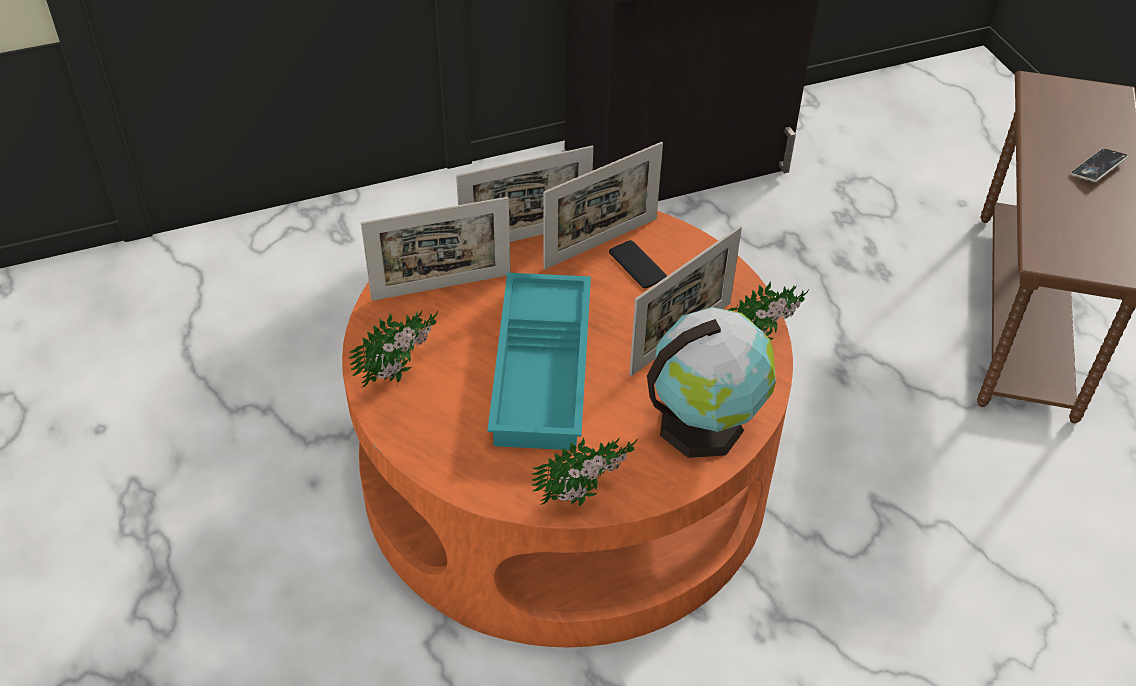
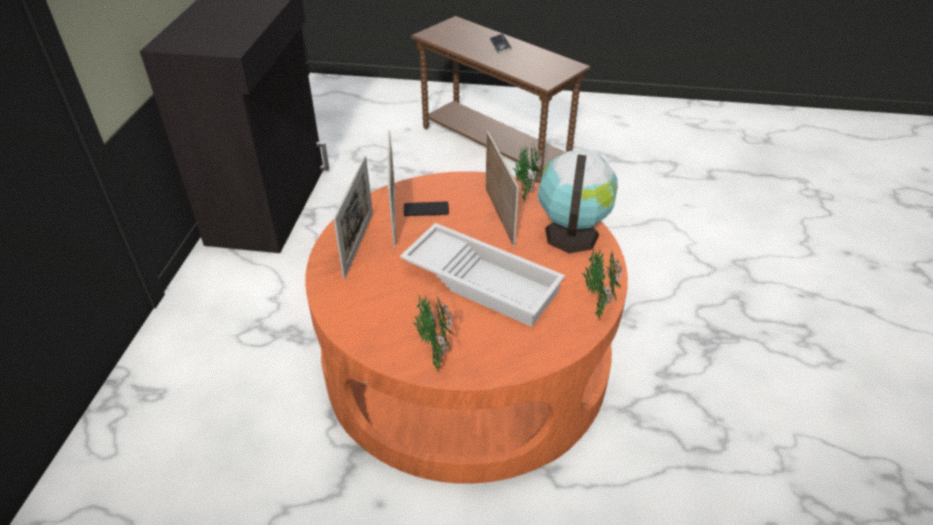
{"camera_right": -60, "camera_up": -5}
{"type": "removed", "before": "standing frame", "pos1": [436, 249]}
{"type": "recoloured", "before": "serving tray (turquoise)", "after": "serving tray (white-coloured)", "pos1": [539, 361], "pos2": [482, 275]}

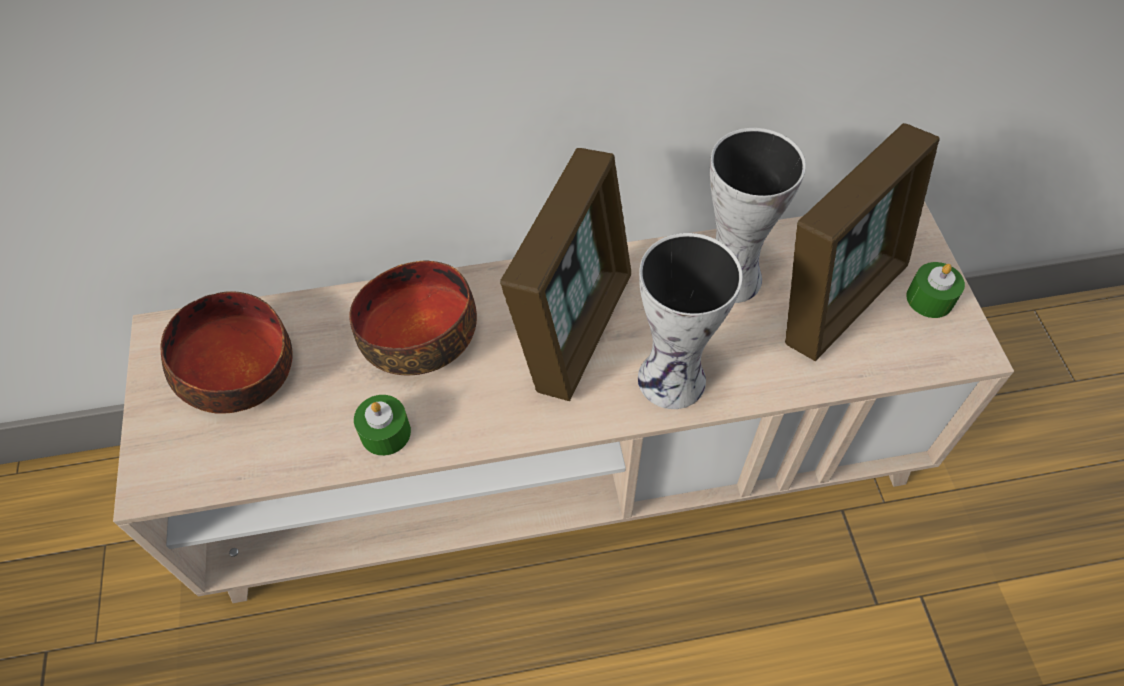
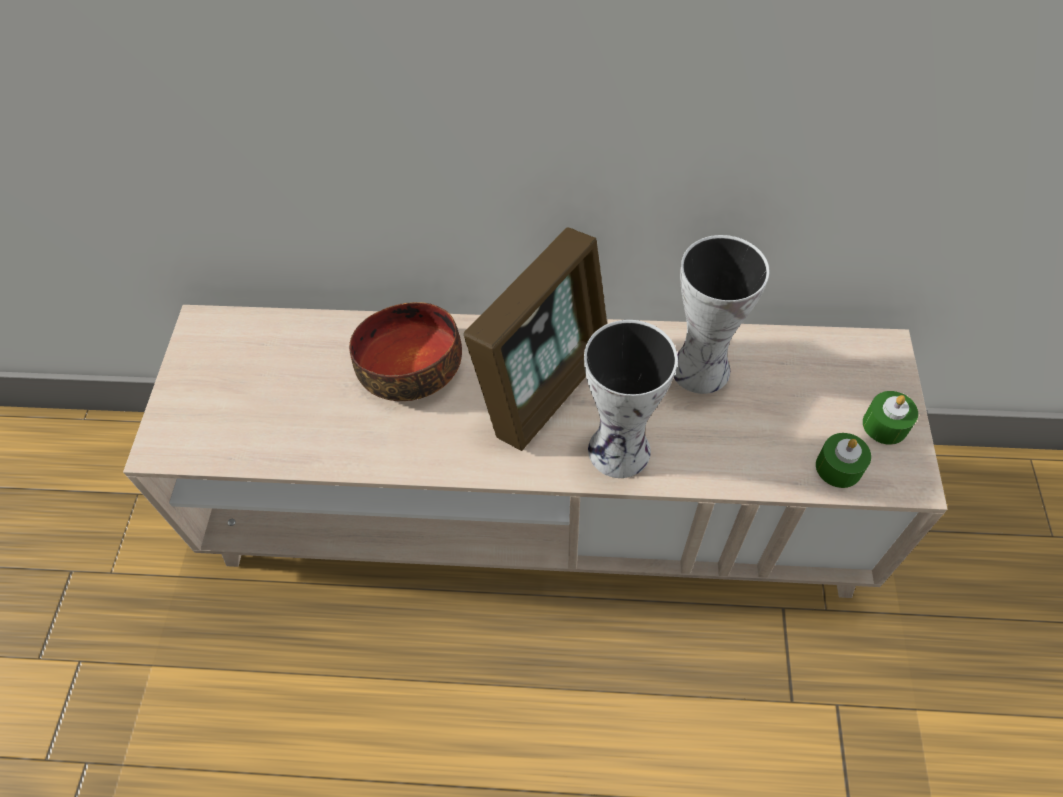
{"camera_right": 15, "camera_up": 0}
{"type": "removed", "before": "bowl", "pos1": [227, 352]}
{"type": "moved", "before": "wax light (green)", "pos1": [382, 425], "pos2": [843, 460]}
{"type": "removed", "before": "standing frame", "pos1": [862, 242]}

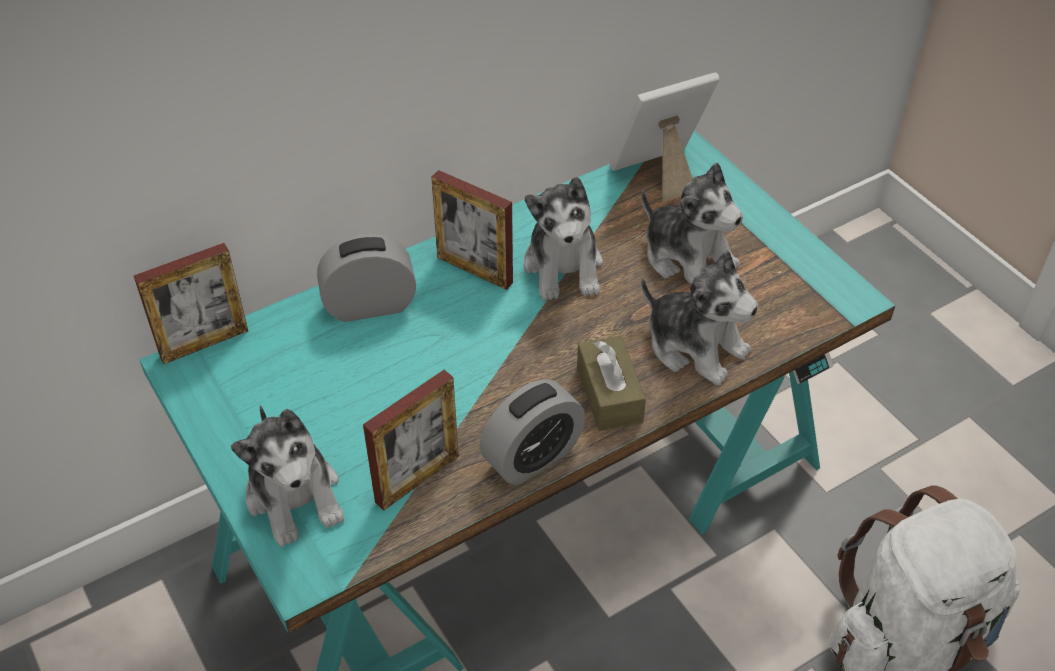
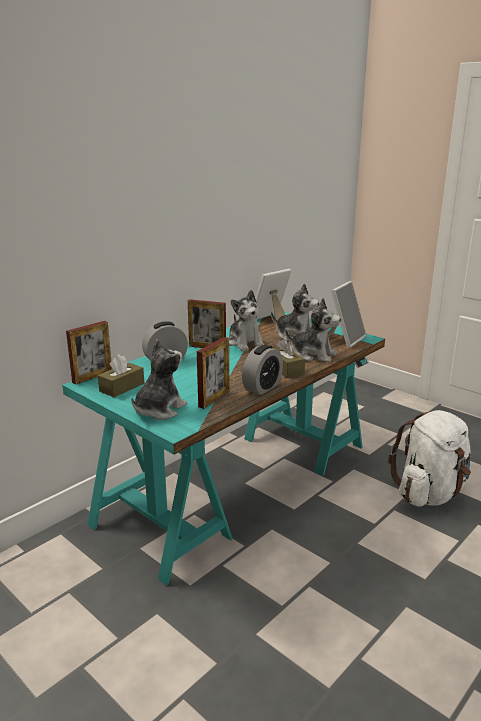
{"camera_right": -15, "camera_up": -25}
{"type": "turned", "before": "plush toy", "pos1": [287, 476], "pos2": [159, 379], "turn": -105}
{"type": "added", "after": "box of tissues (brown)", "pos2": [121, 375]}
{"type": "added", "after": "standing frame", "pos2": [347, 314]}

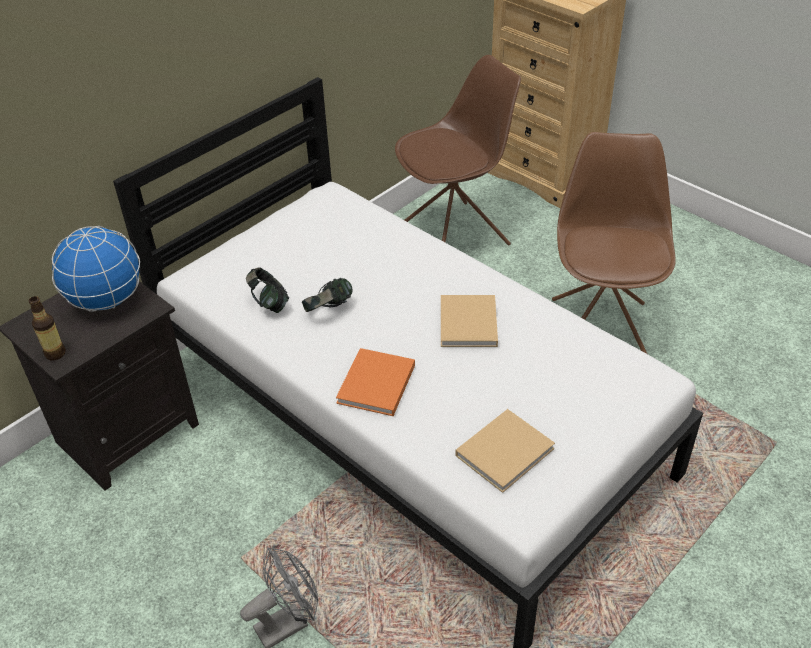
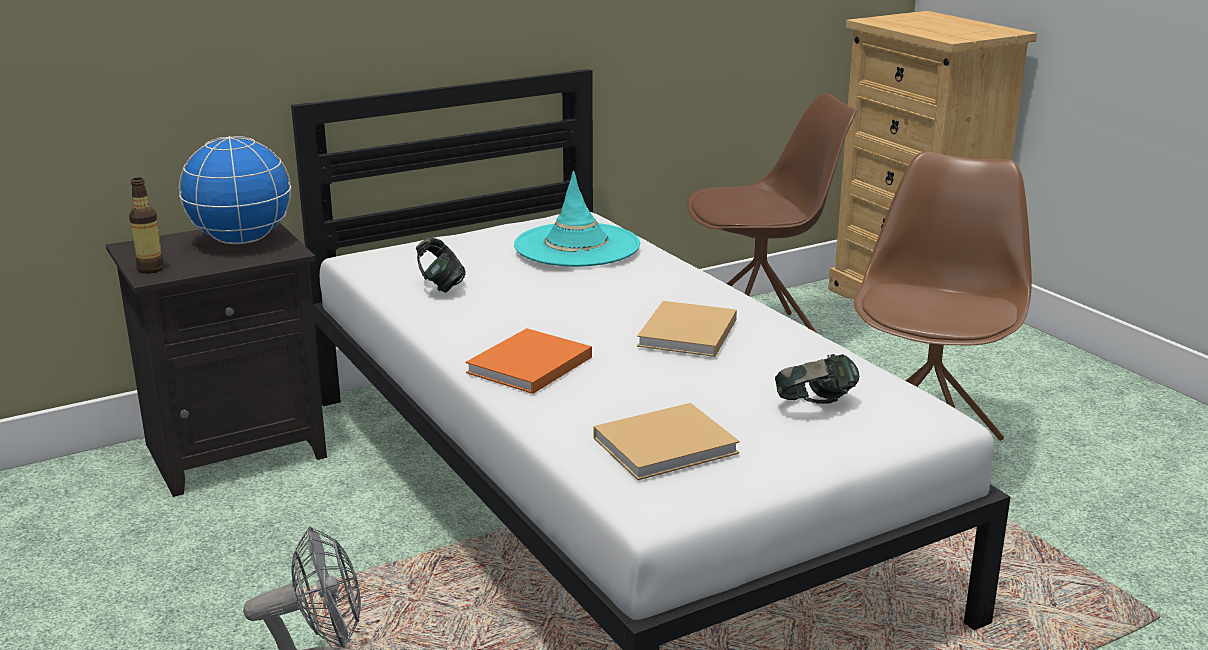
{"camera_right": 15, "camera_up": -20}
{"type": "moved", "before": "headset", "pos1": [327, 295], "pos2": [817, 379]}
{"type": "added", "after": "wearable hat (turquoise)", "pos2": [577, 219]}

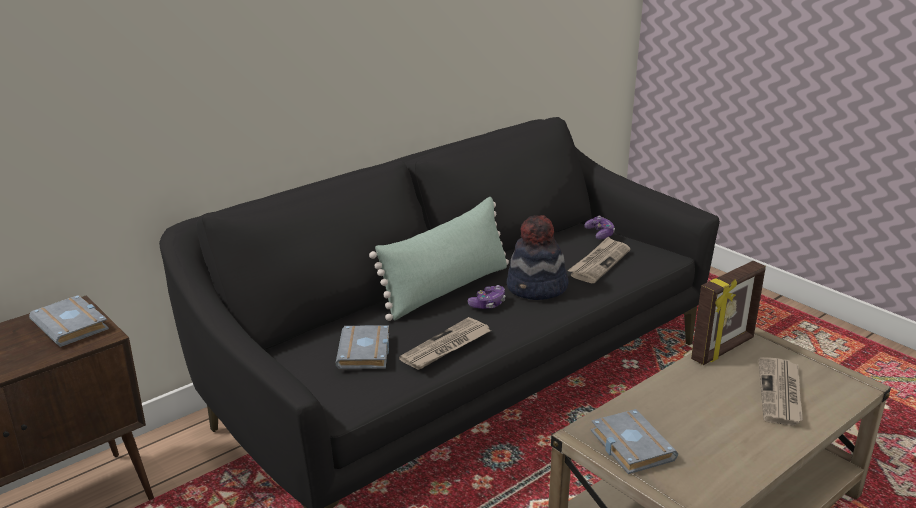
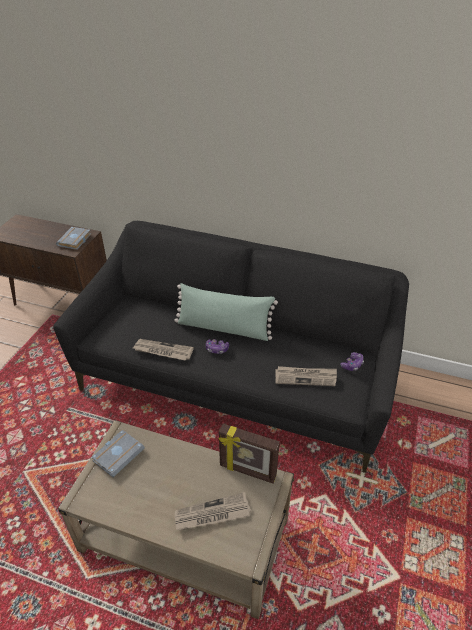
{"camera_right": 60, "camera_up": 15}
{"type": "removed", "before": "bound book (grey)", "pos1": [362, 347]}
{"type": "removed", "before": "wearable hat", "pos1": [537, 257]}

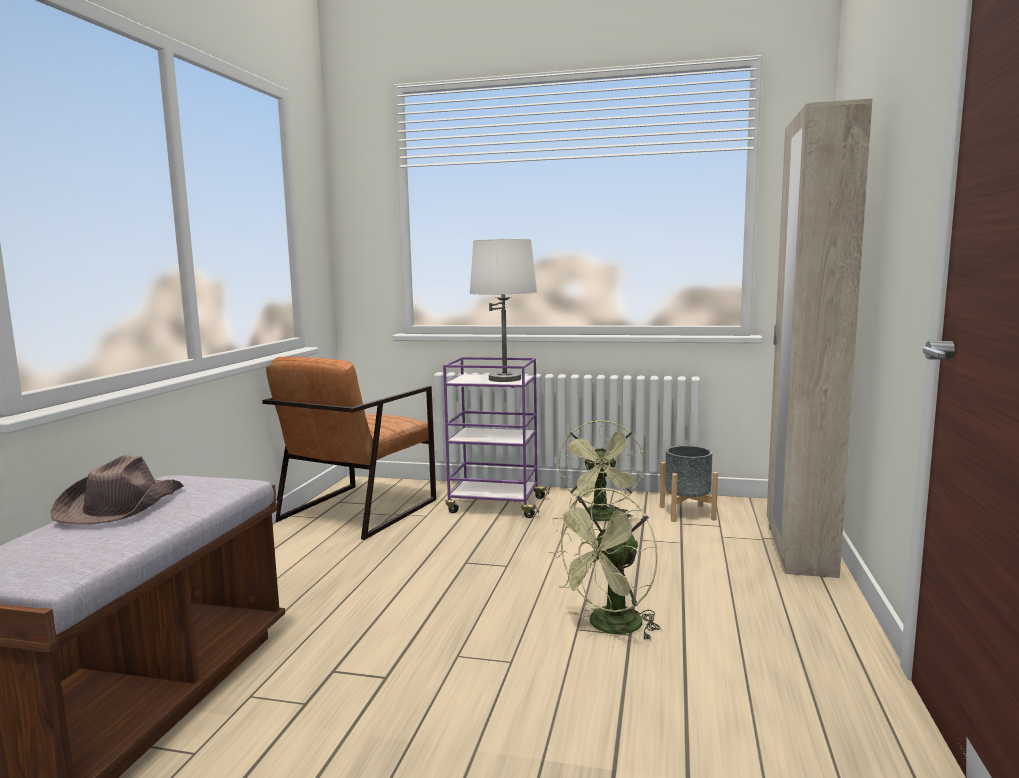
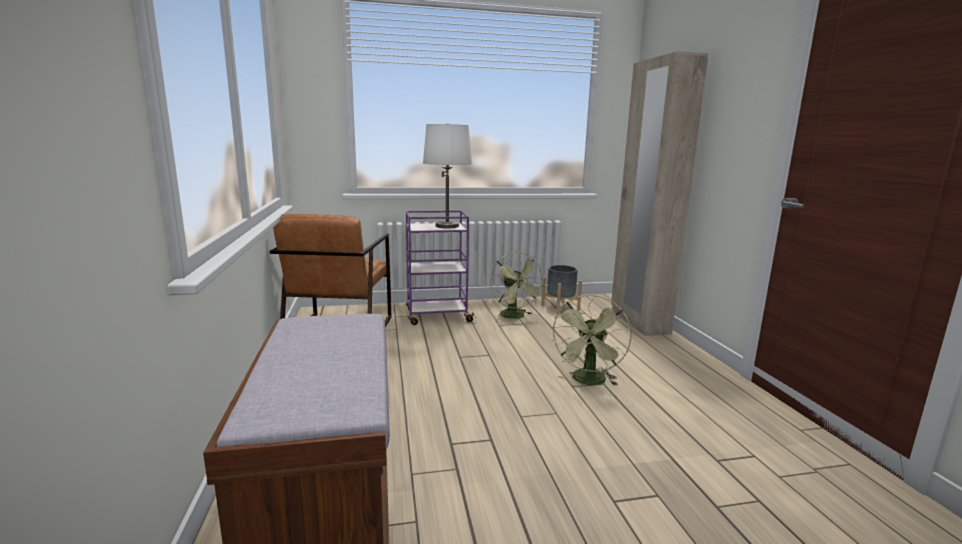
{"camera_right": -25, "camera_up": 5}
{"type": "removed", "before": "wearable hat (brown)", "pos1": [117, 490]}

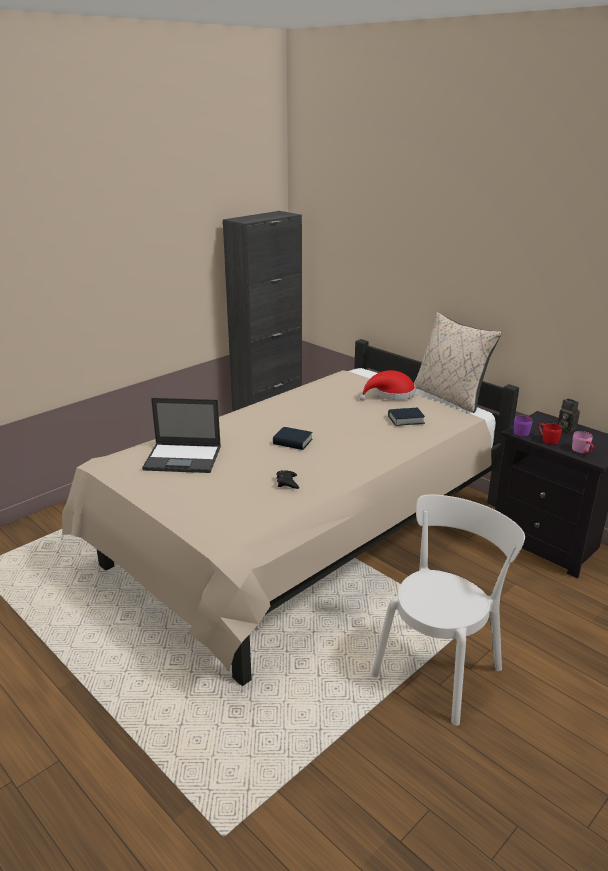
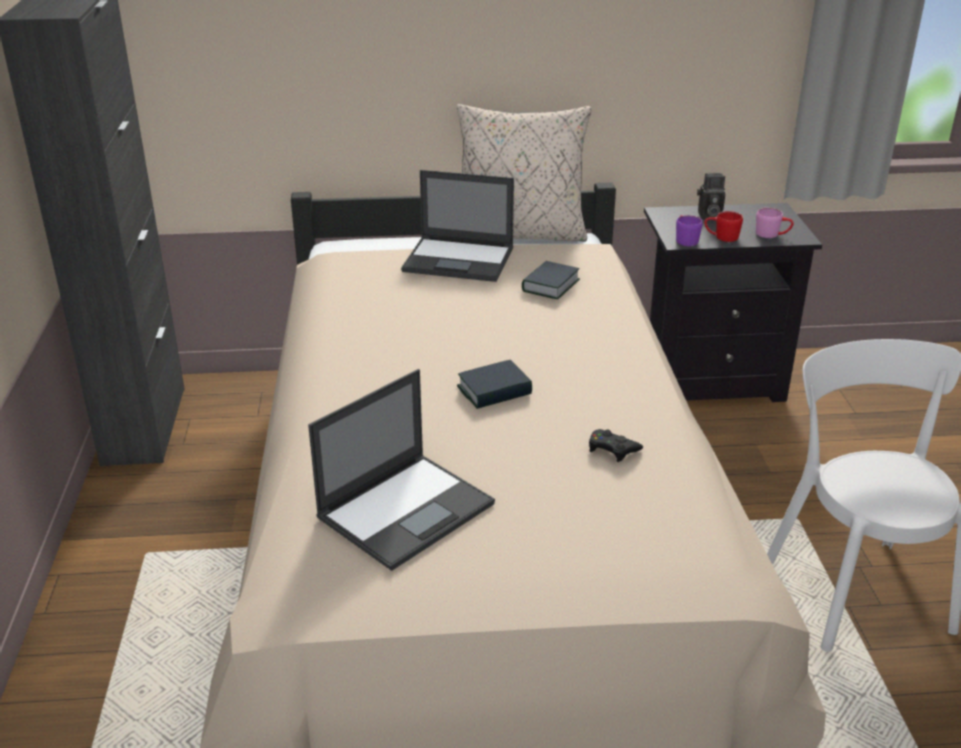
{"camera_right": -50, "camera_up": 5}
{"type": "replaced", "before": "wearable hat (reddish)", "after": "portable computer", "pos1": [387, 385], "pos2": [457, 226]}

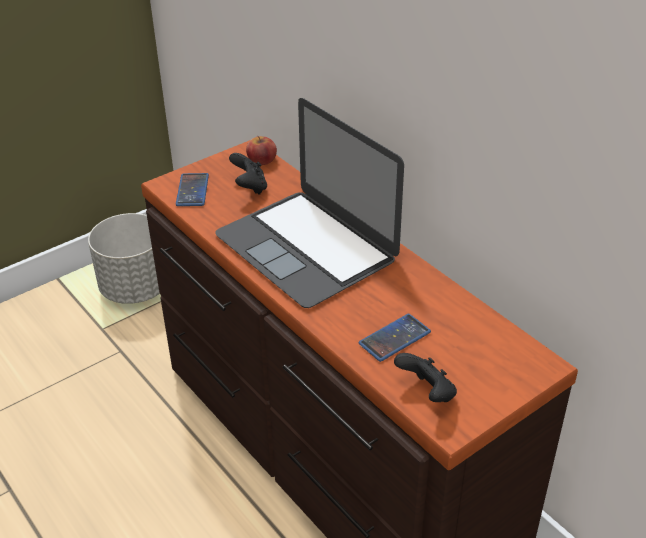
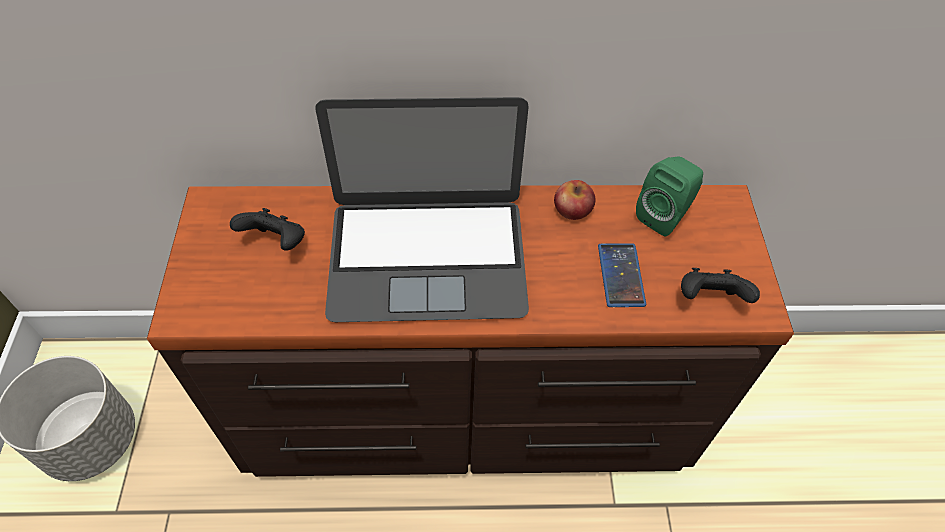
{"camera_right": -55, "camera_up": 15}
{"type": "removed", "before": "phone", "pos1": [192, 189]}
{"type": "moved", "before": "apple fruit", "pos1": [261, 150], "pos2": [575, 200]}
{"type": "added", "after": "loudspeaker (green)", "pos2": [669, 196]}

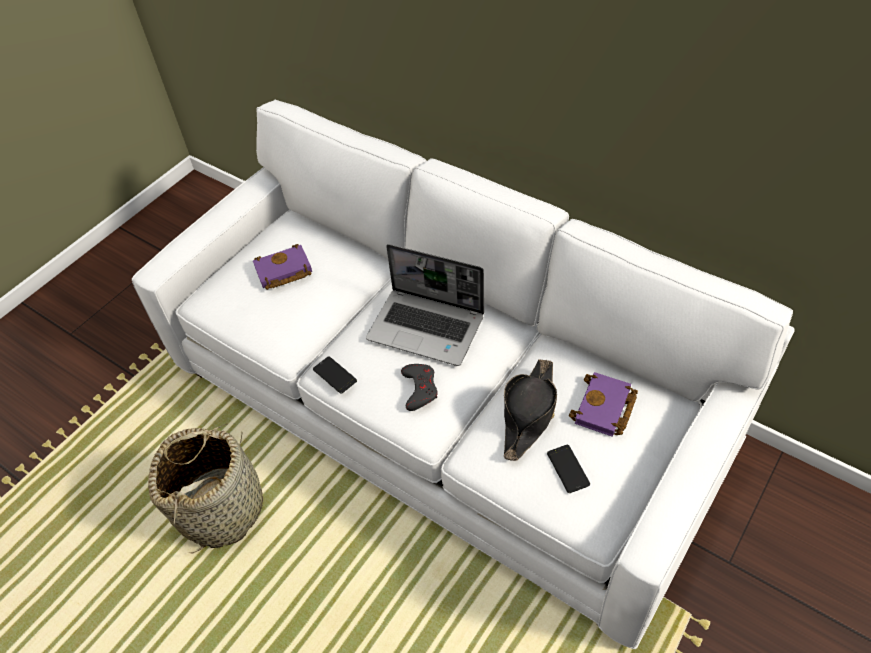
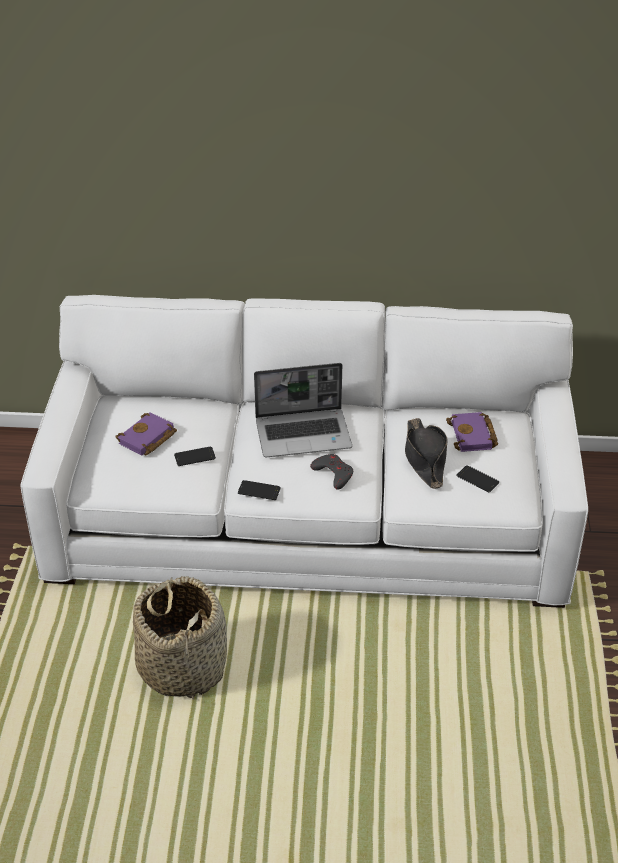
{"camera_right": -35, "camera_up": -10}
{"type": "added", "after": "phone", "pos2": [195, 456]}

